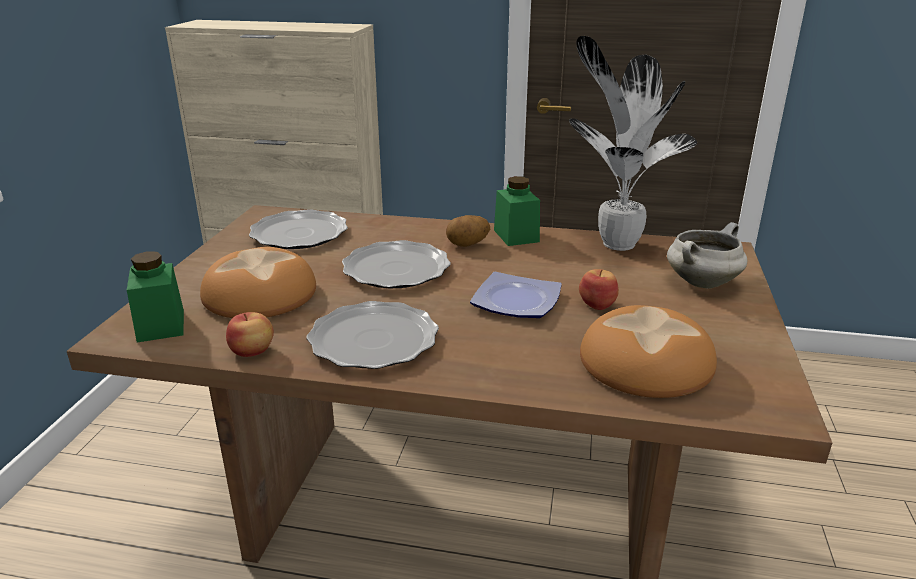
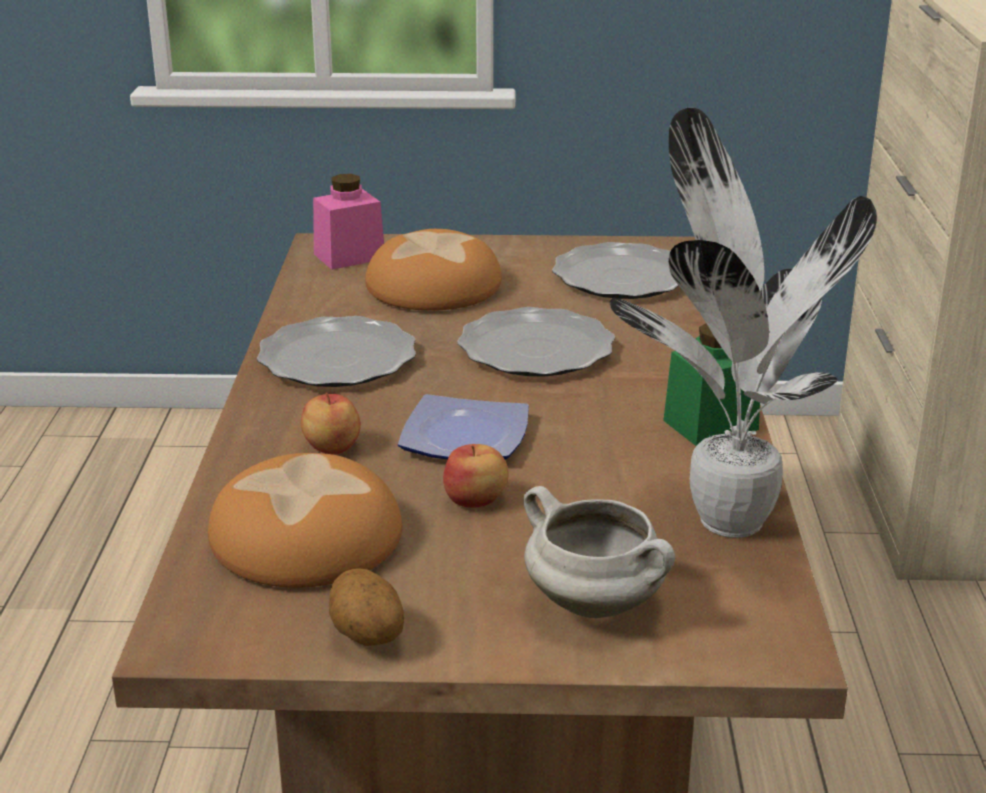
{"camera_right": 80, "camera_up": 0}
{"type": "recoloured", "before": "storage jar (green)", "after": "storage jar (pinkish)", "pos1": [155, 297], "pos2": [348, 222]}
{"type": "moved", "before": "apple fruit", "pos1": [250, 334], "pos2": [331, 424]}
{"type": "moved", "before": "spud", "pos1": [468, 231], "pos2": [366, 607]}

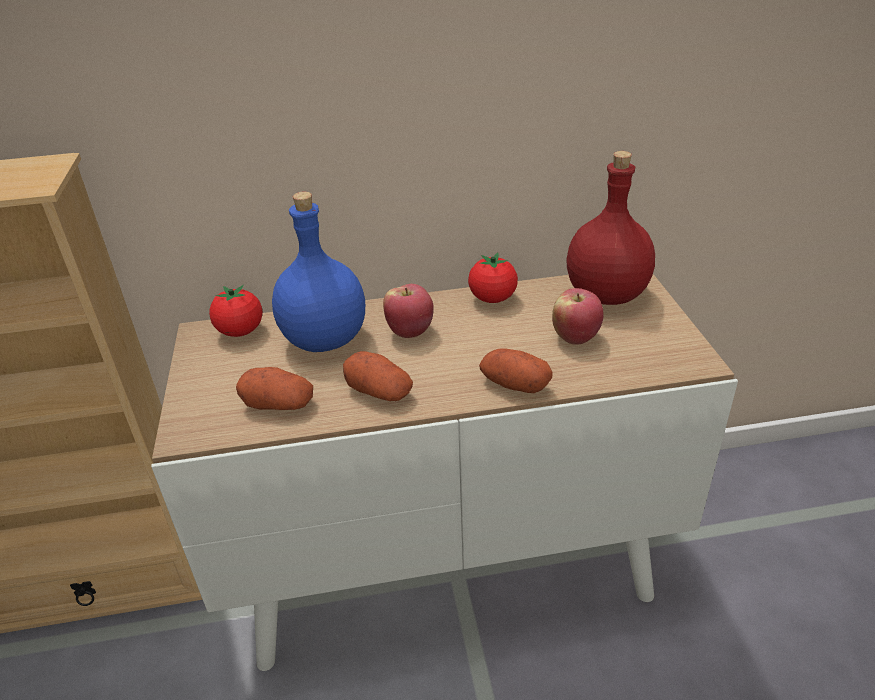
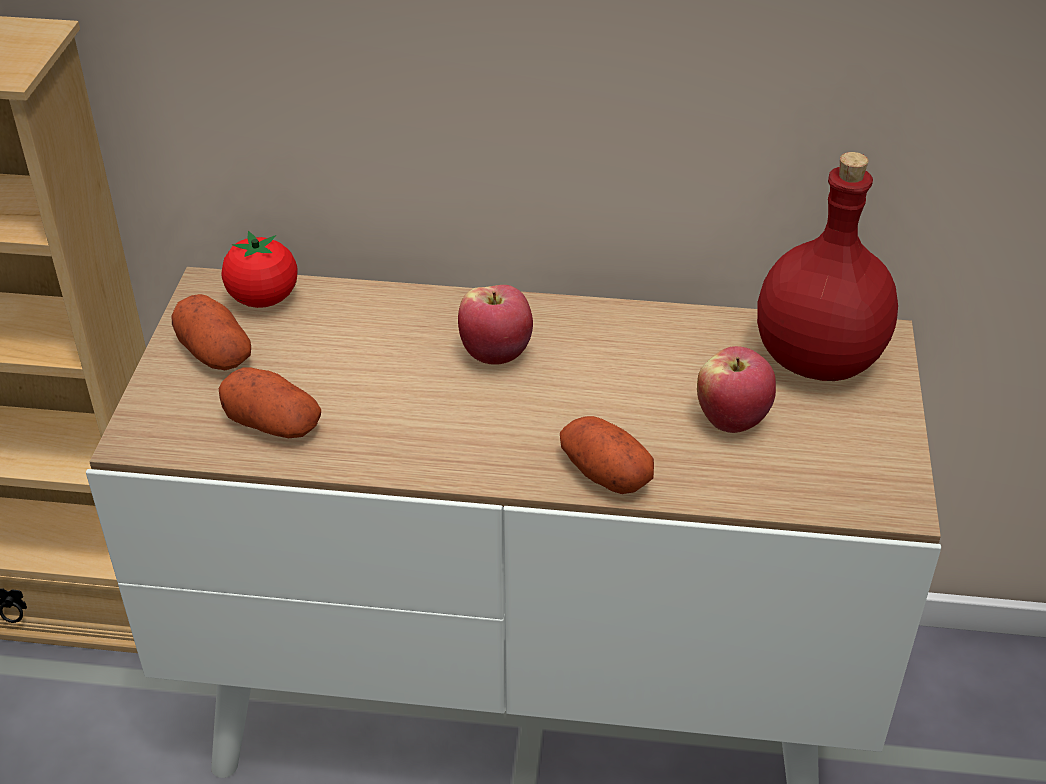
{"camera_right": 15, "camera_up": 5}
{"type": "removed", "before": "bottle (blue)", "pos1": [318, 272]}
{"type": "moved", "before": "spud", "pos1": [378, 376], "pos2": [211, 332]}
{"type": "removed", "before": "tomato", "pos1": [493, 277]}

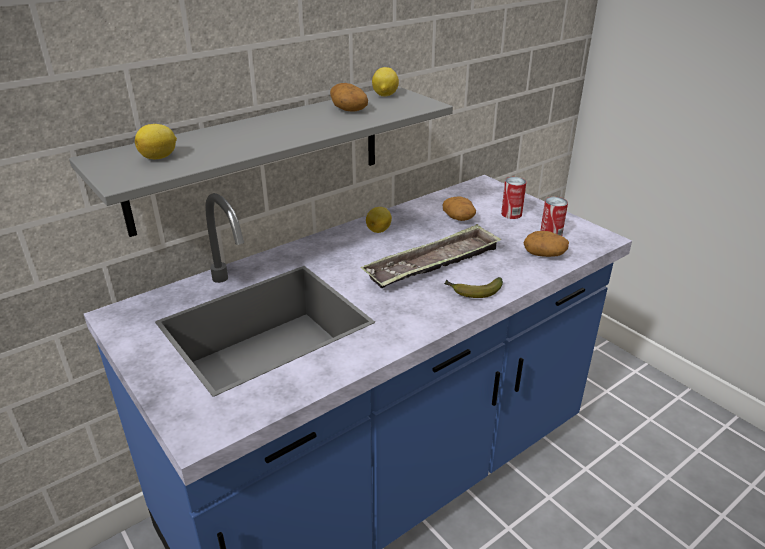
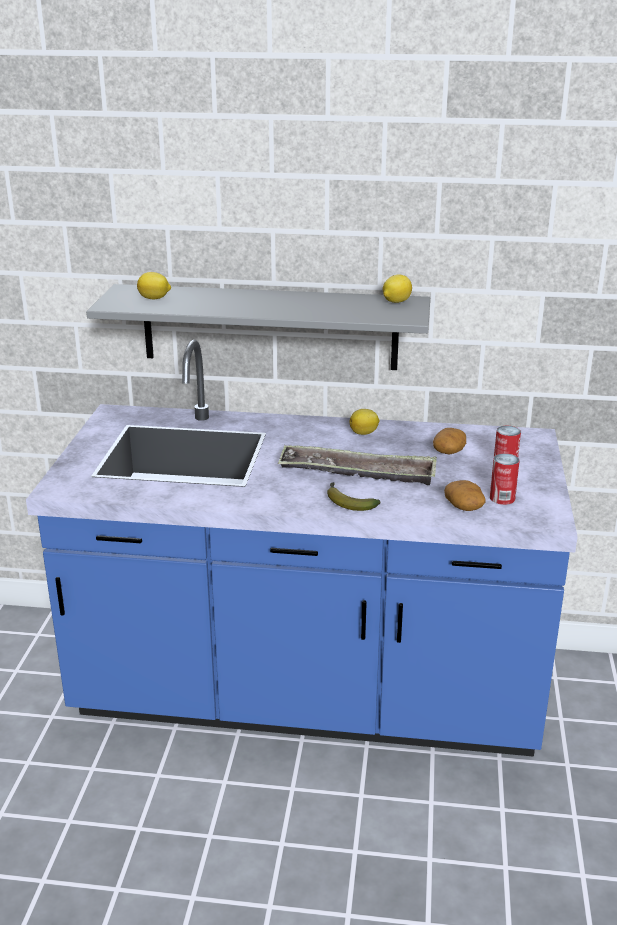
{"camera_right": 45, "camera_up": -5}
{"type": "removed", "before": "spud", "pos1": [349, 97]}

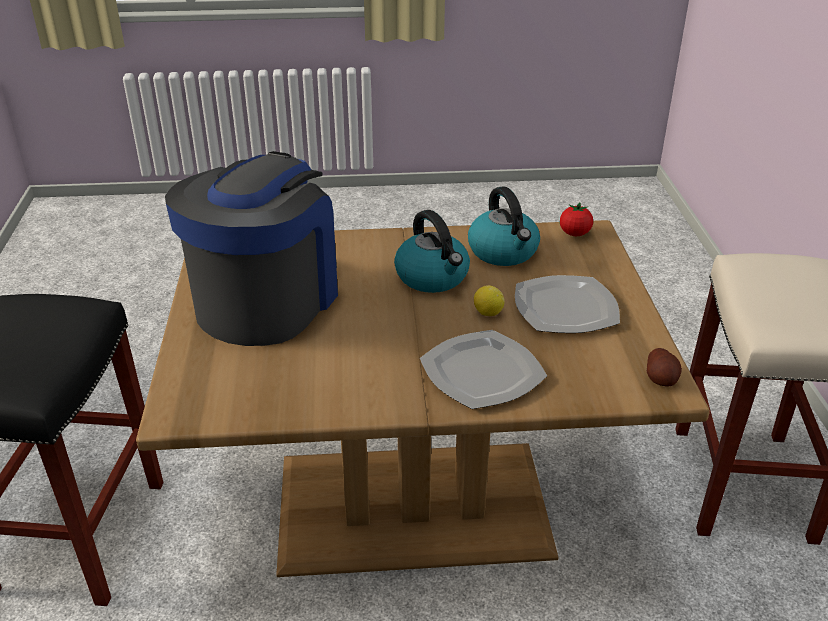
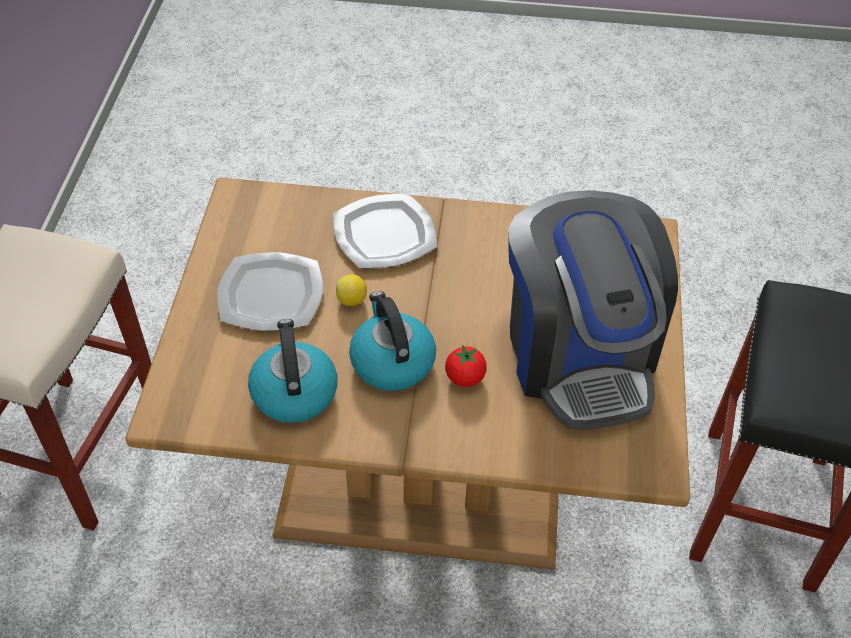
{"camera_right": -170, "camera_up": 15}
{"type": "turned", "before": "coffee brewer", "pos1": [251, 248], "pos2": [593, 310], "turn": -45}
{"type": "moved", "before": "tomato", "pos1": [576, 219], "pos2": [466, 366]}
{"type": "removed", "before": "spud", "pos1": [664, 367]}

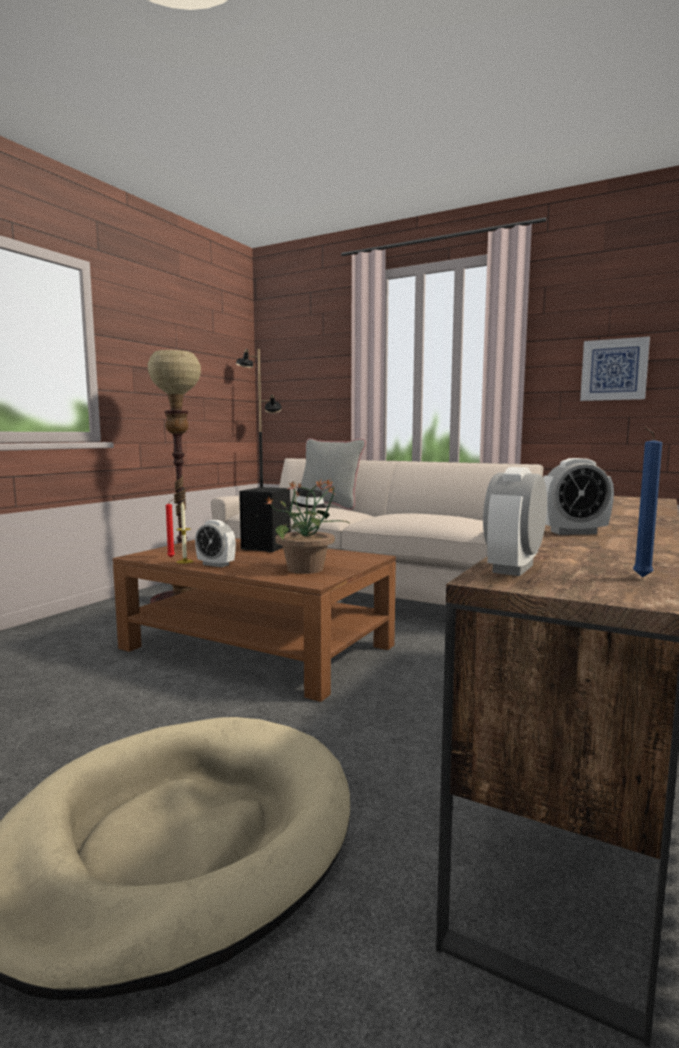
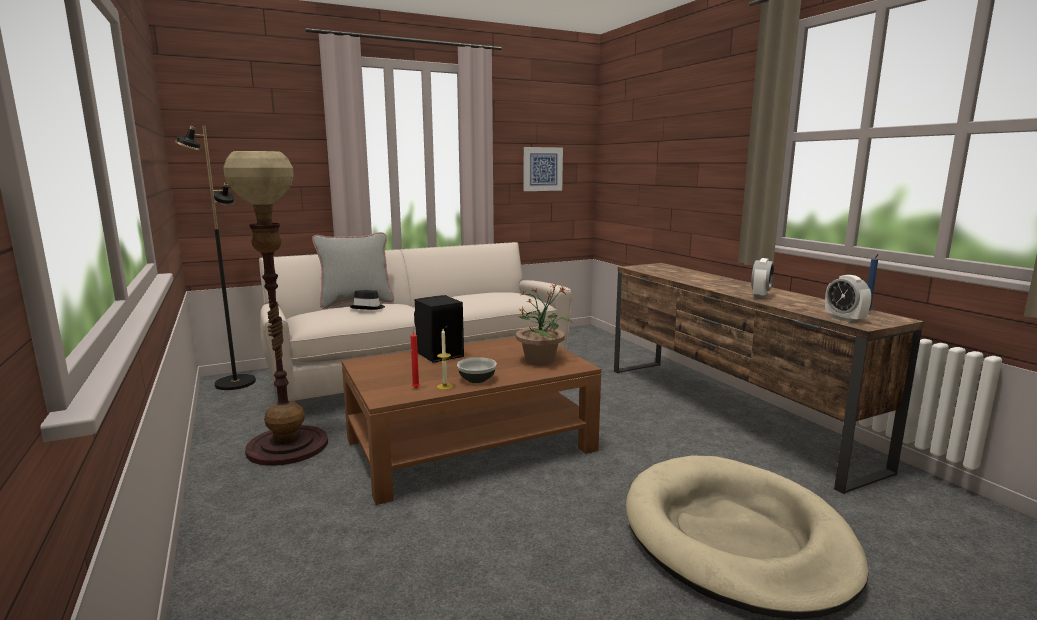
{"camera_right": -55, "camera_up": 5}
{"type": "replaced", "before": "alarm clock", "after": "bowl", "pos1": [215, 543], "pos2": [477, 370]}

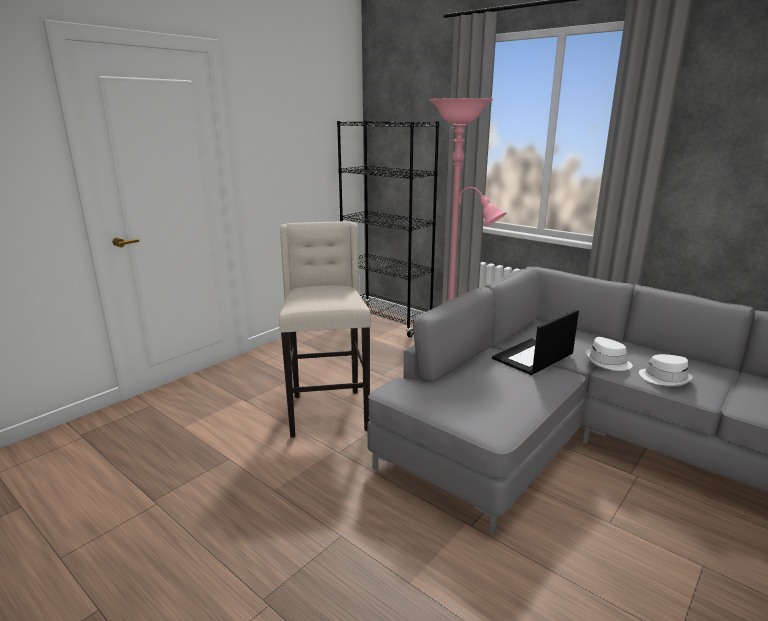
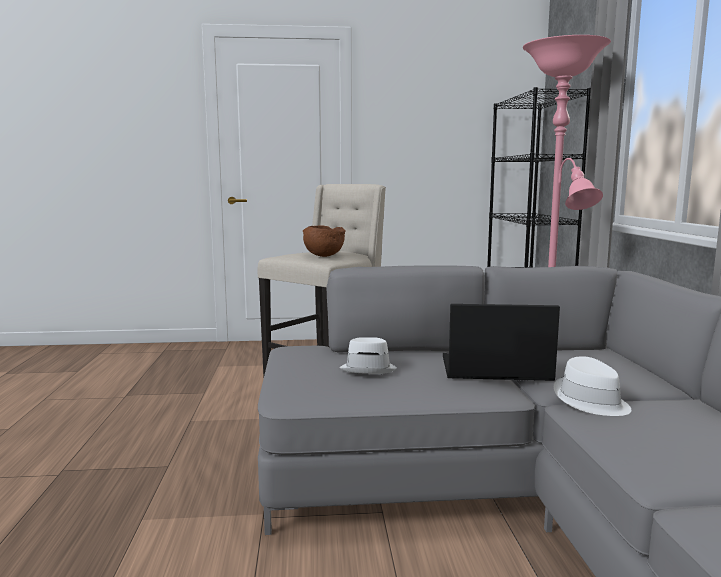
{"camera_right": 45, "camera_up": -10}
{"type": "moved", "before": "wearable hat (white-coloured)", "pos1": [666, 370], "pos2": [368, 355]}
{"type": "added", "after": "bowl (brown)", "pos2": [324, 241]}

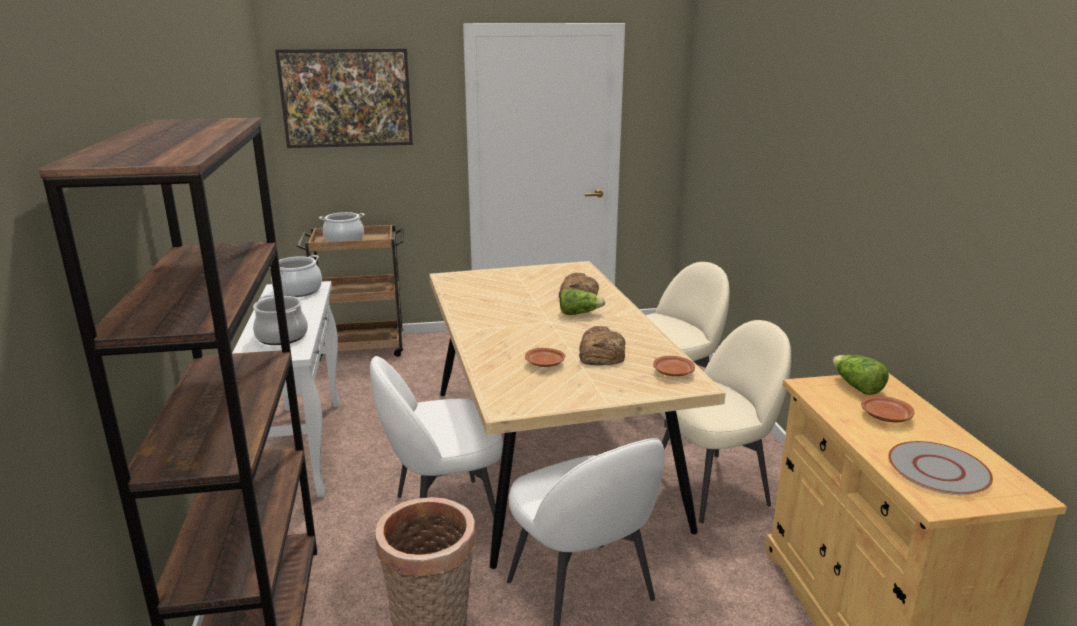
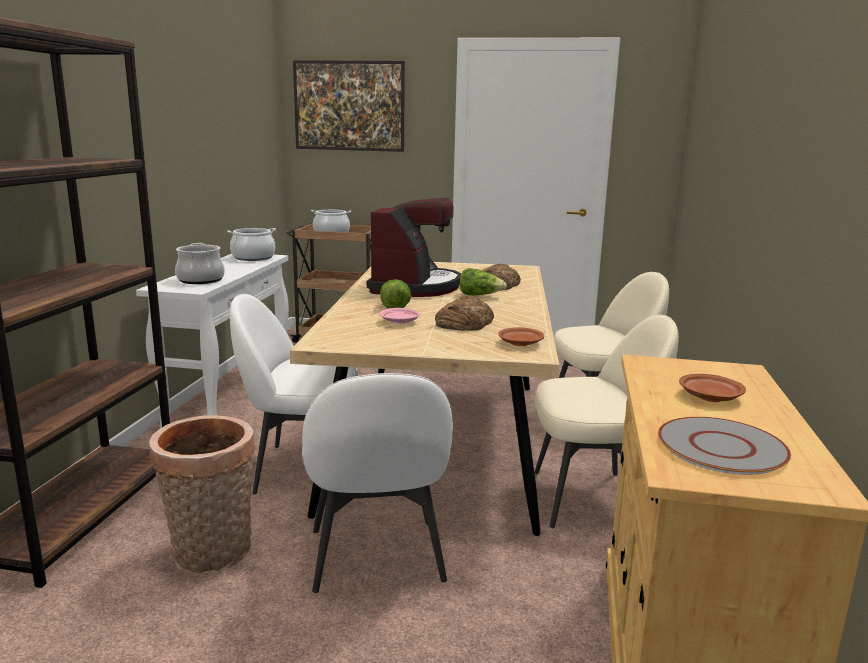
{"camera_right": 20, "camera_up": -5}
{"type": "recoloured", "before": "dinner plate (brown)", "after": "dinner plate (pinkish)", "pos1": [545, 357], "pos2": [399, 316]}
{"type": "moved", "before": "lettuce", "pos1": [861, 375], "pos2": [395, 294]}
{"type": "added", "after": "coffee brewer", "pos2": [414, 247]}

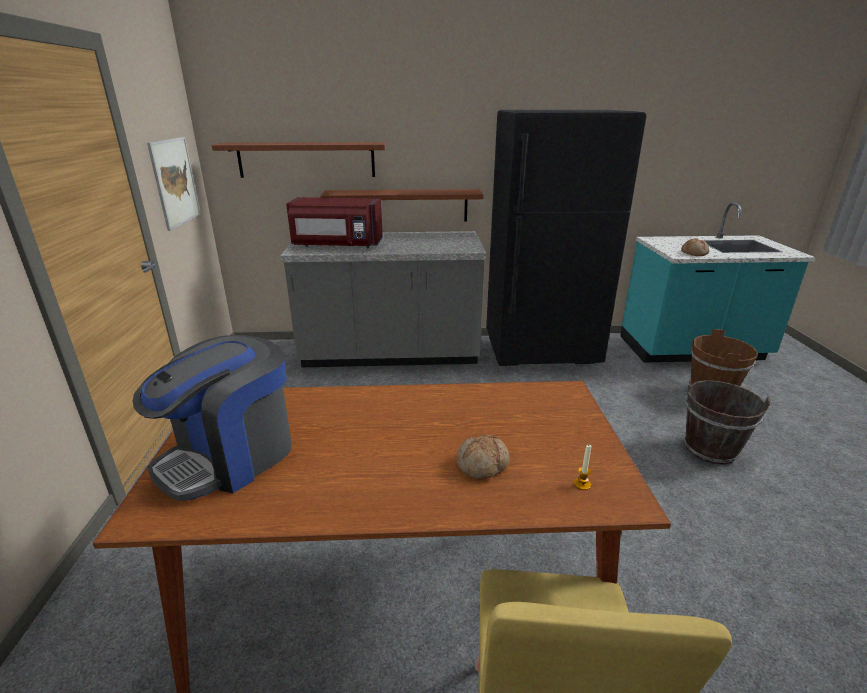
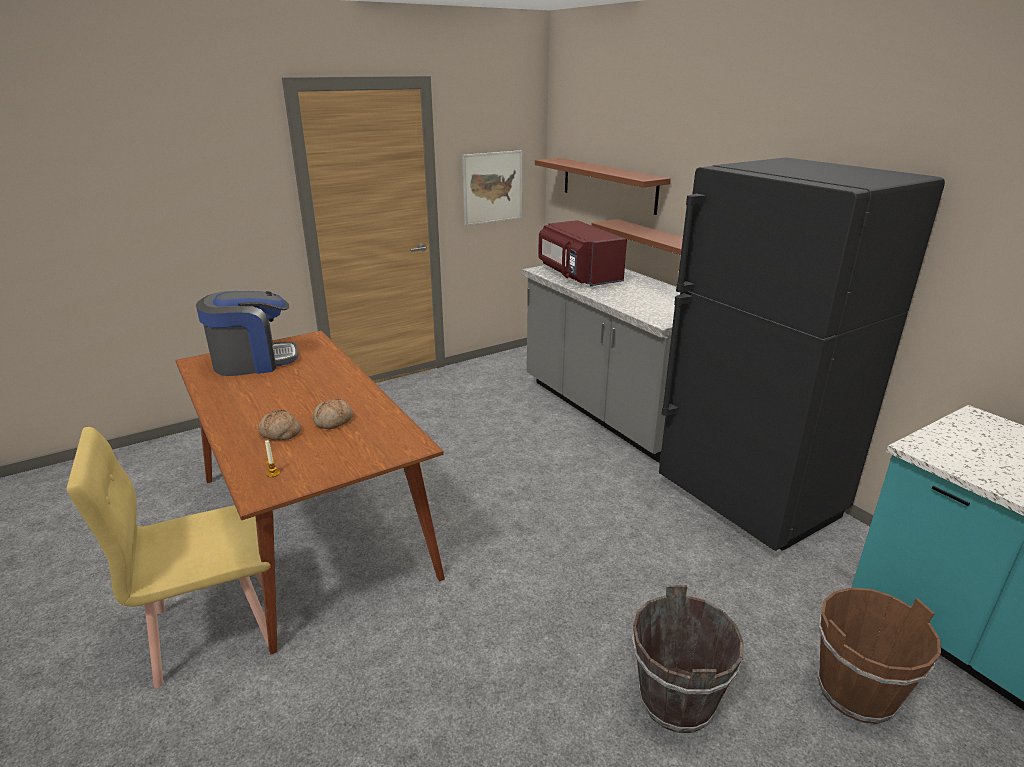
{"camera_right": 60, "camera_up": 0}
{"type": "turned", "before": "coffee brewer", "pos1": [212, 418], "pos2": [247, 333], "turn": 150}
{"type": "moved", "before": "baked bread", "pos1": [695, 247], "pos2": [333, 414]}

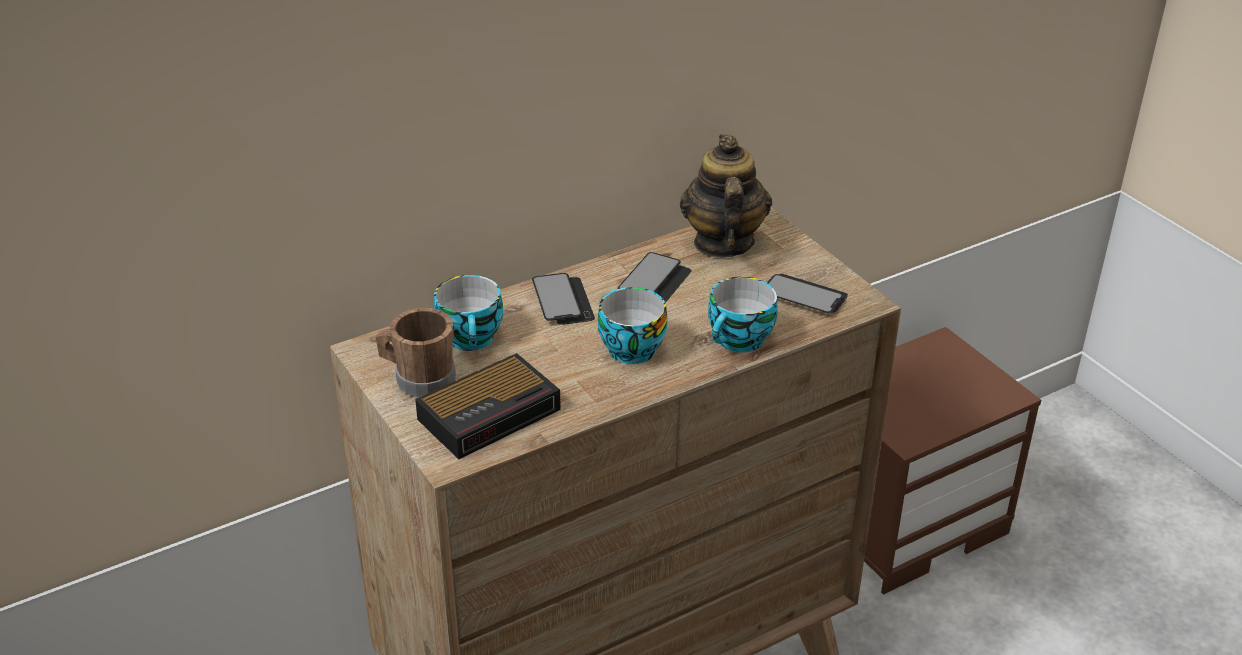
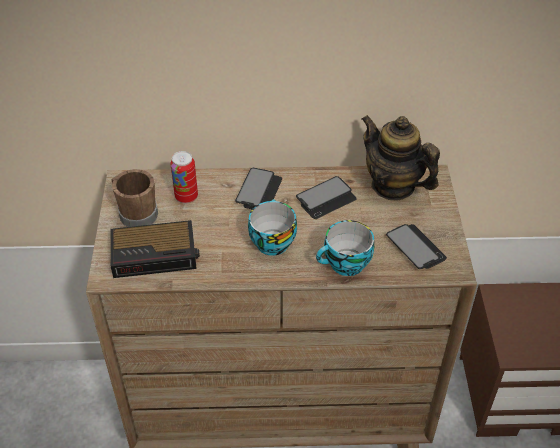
{"camera_right": 30, "camera_up": 10}
{"type": "replaced", "before": "small cup", "after": "metal can", "pos1": [468, 313], "pos2": [184, 177]}
{"type": "turned", "before": "tea pot", "pos1": [726, 196], "pos2": [401, 158], "turn": -75}

